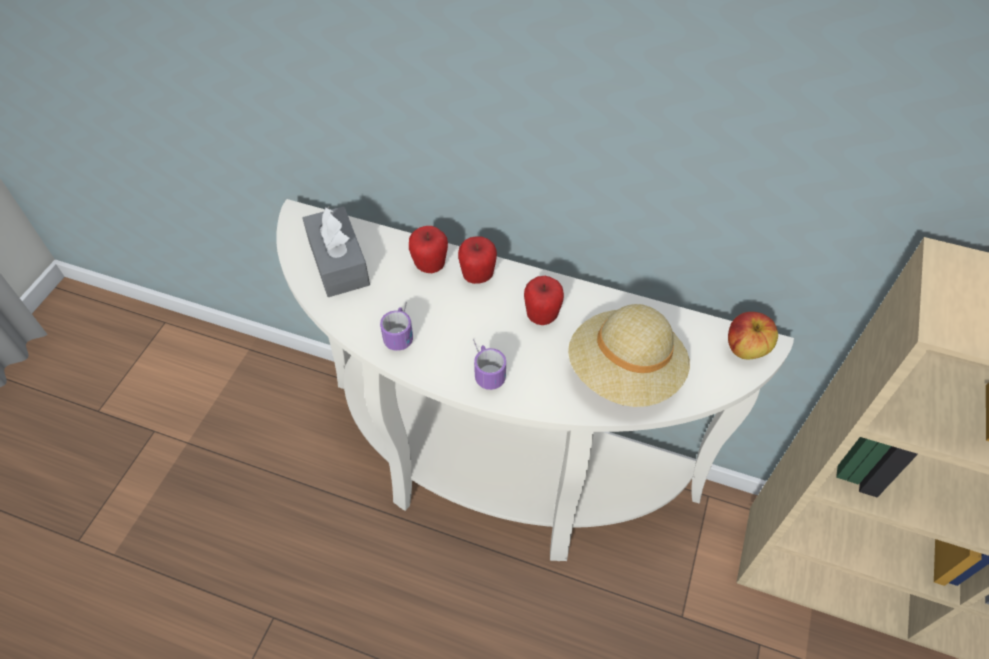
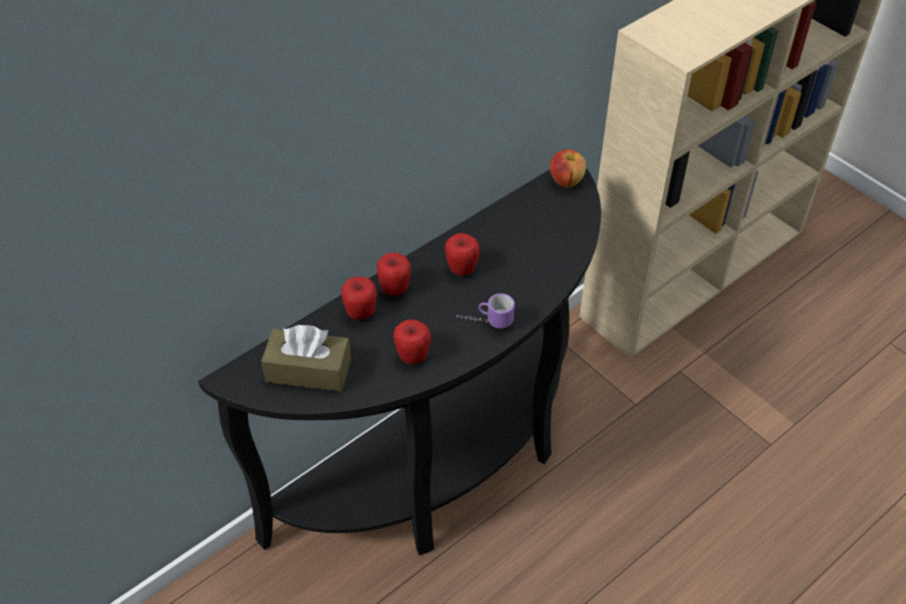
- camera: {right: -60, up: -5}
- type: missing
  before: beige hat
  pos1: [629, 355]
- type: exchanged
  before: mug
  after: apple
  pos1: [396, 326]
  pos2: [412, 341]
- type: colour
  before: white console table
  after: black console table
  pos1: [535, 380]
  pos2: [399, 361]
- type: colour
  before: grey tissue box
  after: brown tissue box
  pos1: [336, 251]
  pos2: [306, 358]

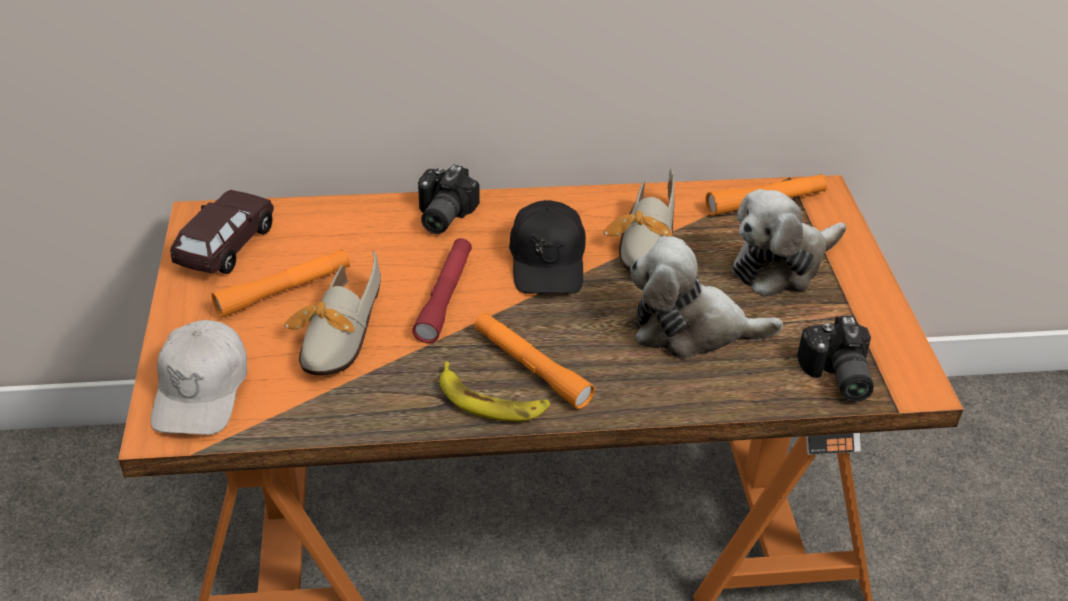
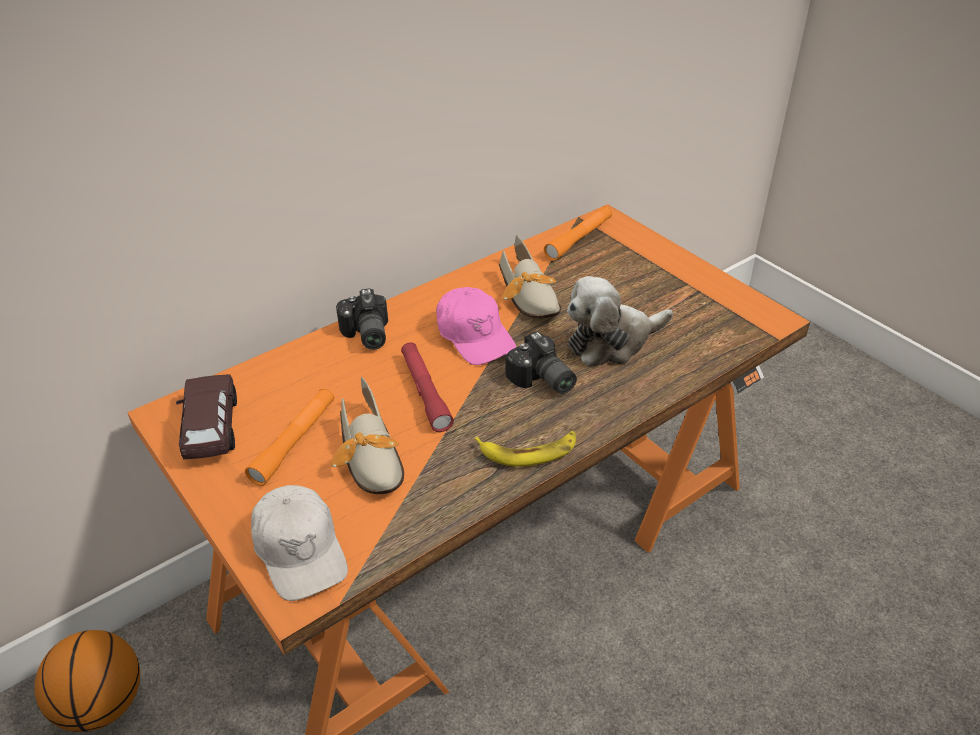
- camera: {right: -30, up: 0}
- type: missing
  before: orange flashlight
  pos1: [534, 361]
- type: missing
  before: plush toy
  pos1: [789, 243]
- type: appeared
  after: basketball
  pos2: [87, 681]
- type: relocated
  before: photo camera
  pos1: [835, 359]
  pos2: [541, 362]
- type: colour
  before: black cap
  after: pink cap
  pos1: [547, 247]
  pos2: [476, 326]

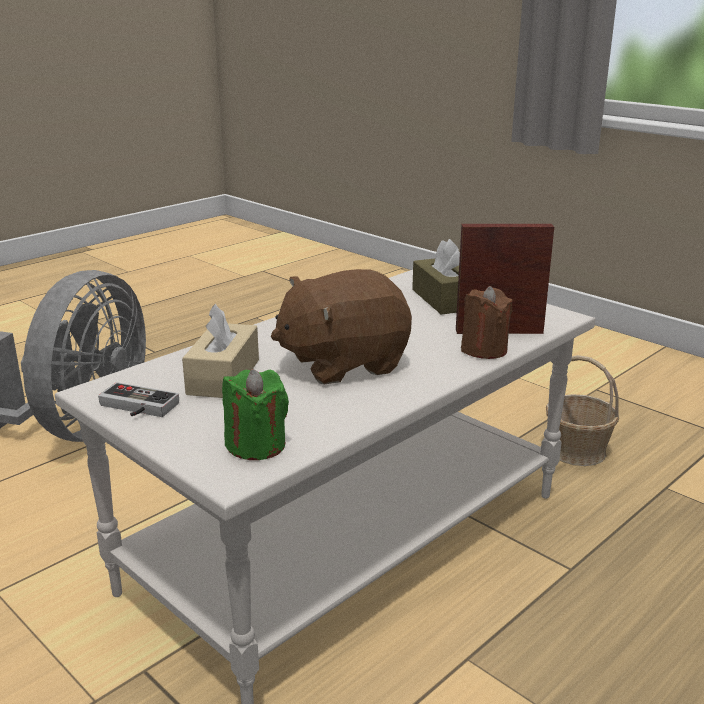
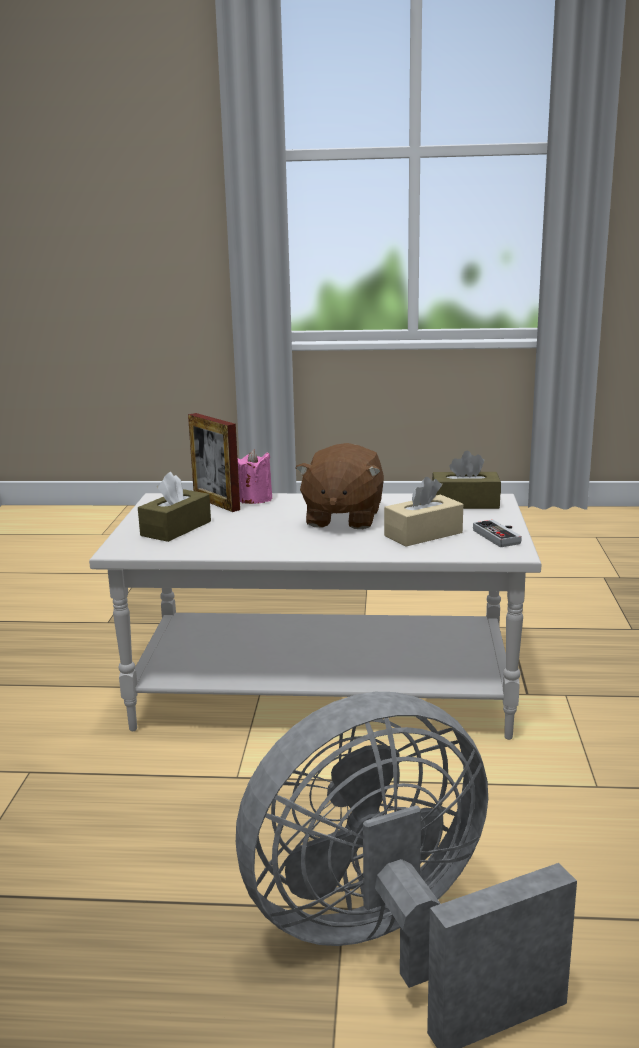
- camera: {right: -130, up: -5}
- type: missing
  before: basket
  pos1: [582, 410]
- type: exchanged
  before: green candle
  after: brown tissue box
  pos1: [255, 414]
  pos2: [466, 480]
- type: colour
  before: brown candle
  after: pink candle
  pos1: [487, 322]
  pos2: [255, 477]
- type: spun
  before: brown plush toy
  pos1: [341, 326]
  pos2: [339, 486]
  turn: 75

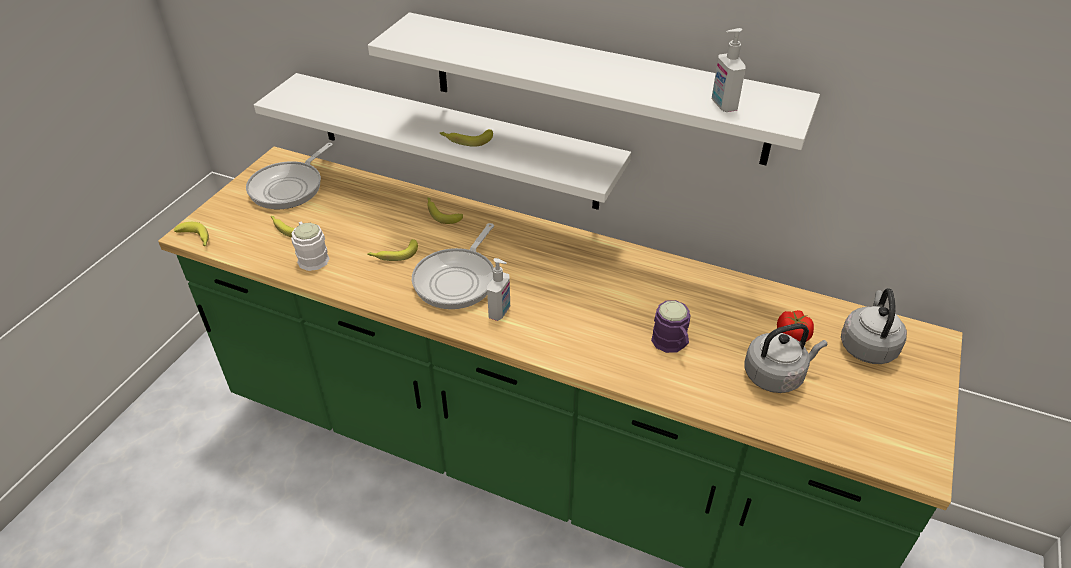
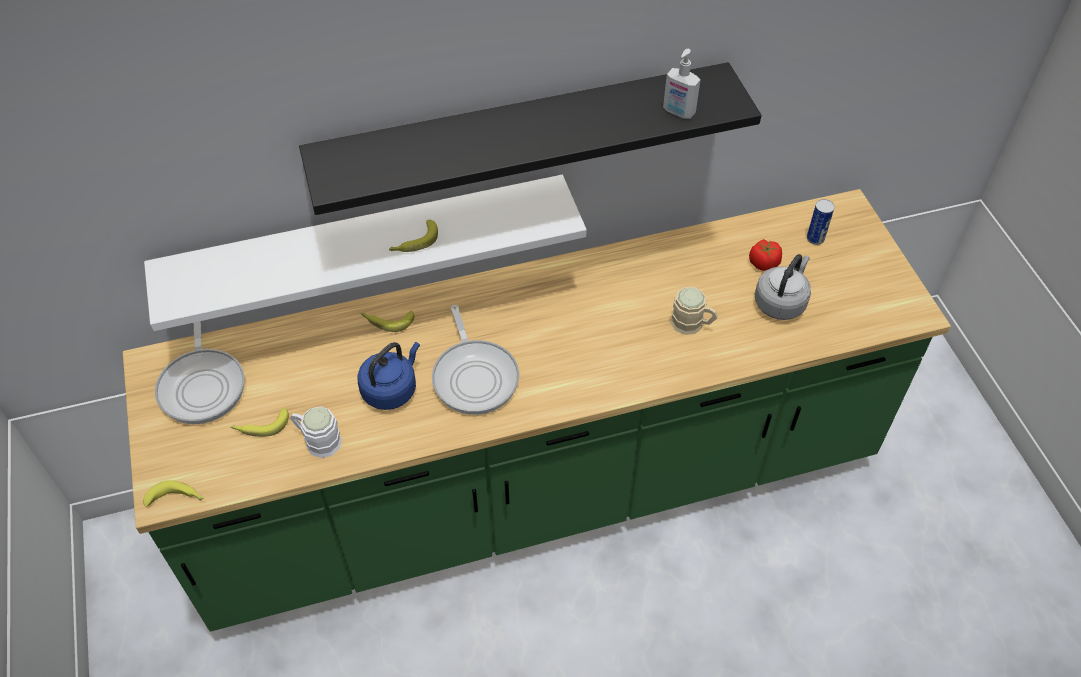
- camera: {right: -40, up: 10}
- type: missing
  before: soap dispenser
  pos1: [498, 289]
- type: exchanged
  before: banana
  after: blue kettle
  pos1: [392, 250]
  pos2: [388, 376]
- type: exchanged
  before: grey kettle
  after: can
  pos1: [874, 326]
  pos2: [821, 222]
- type: colour
  before: white shelf
  after: black shelf
  pos1: [594, 88]
  pos2: [530, 138]
- type: colour
  before: purple mug
  after: beige mug
  pos1: [670, 326]
  pos2: [694, 310]

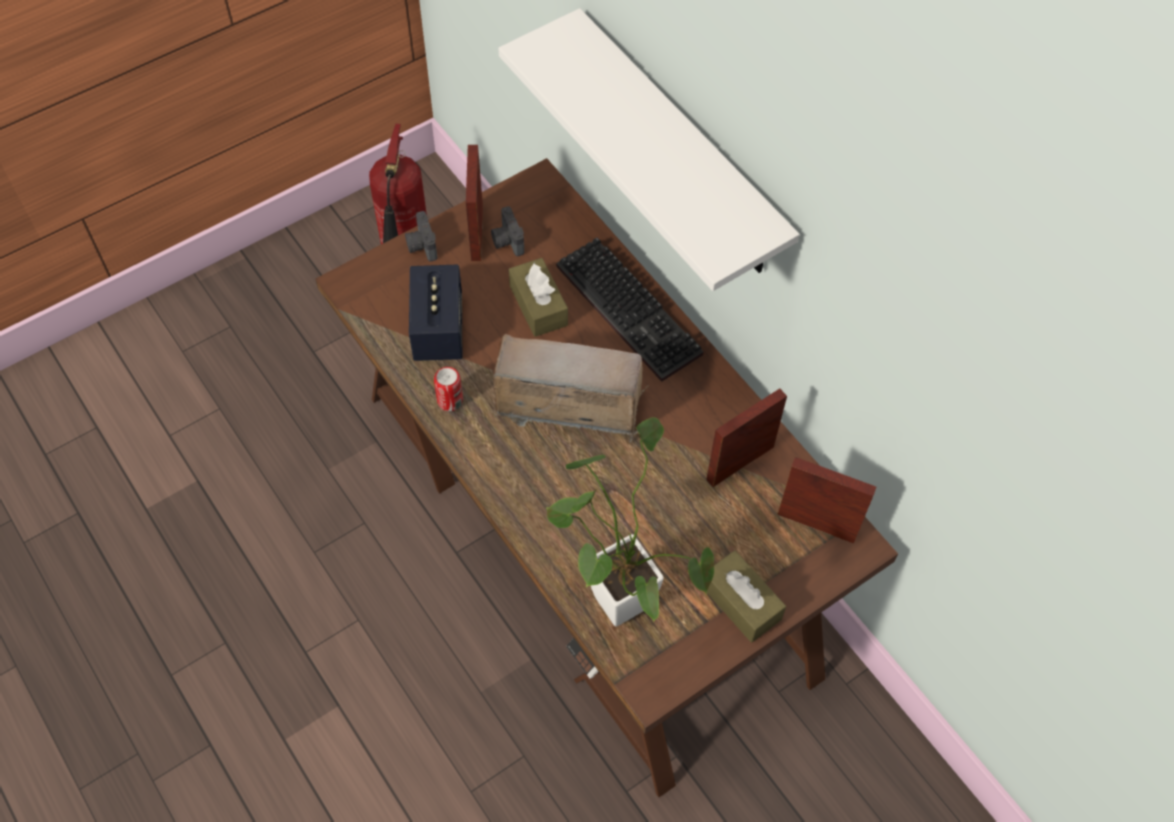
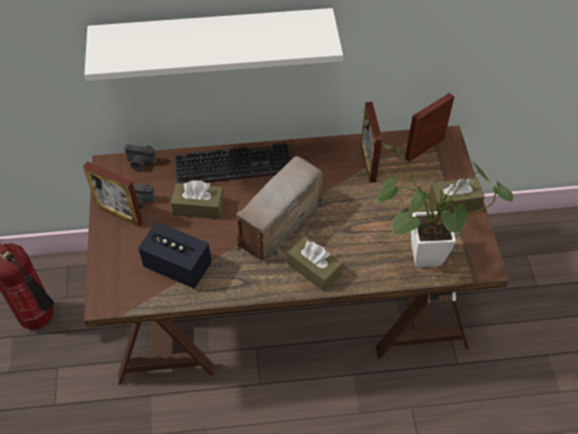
- camera: {right: -60, up: -5}
- type: missing
  before: can
  pos1: [448, 389]
- type: appeared
  after: brown tissue box
  pos2: [314, 264]
- type: relocated
  before: photo camera
  pos1: [421, 236]
  pos2: [140, 157]

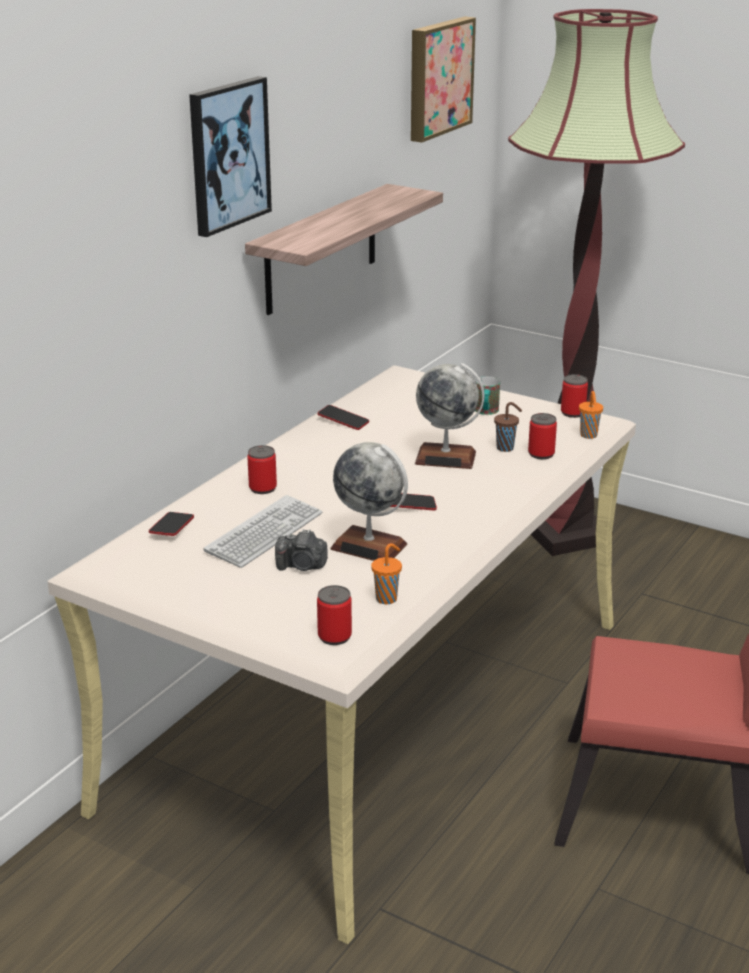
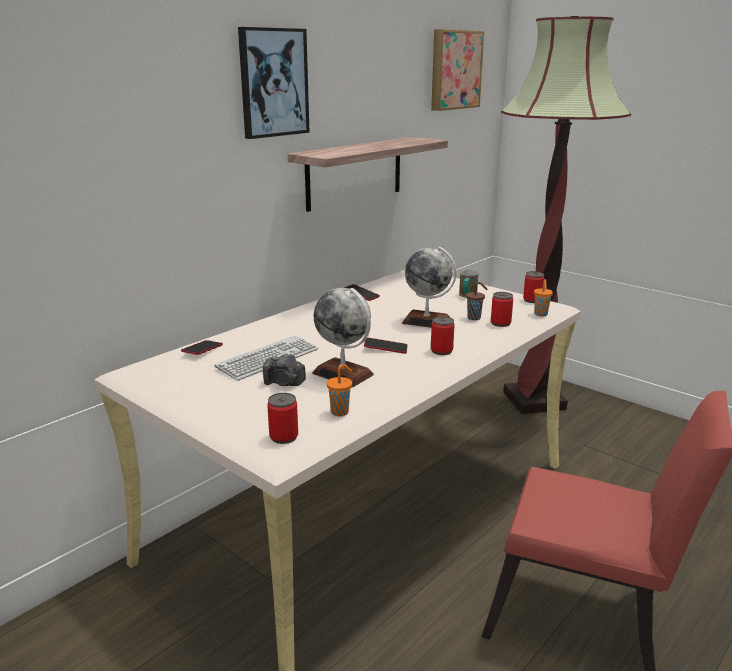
- camera: {right: 10, up: -5}
- type: relocated
  before: can
  pos1: [262, 469]
  pos2: [442, 335]

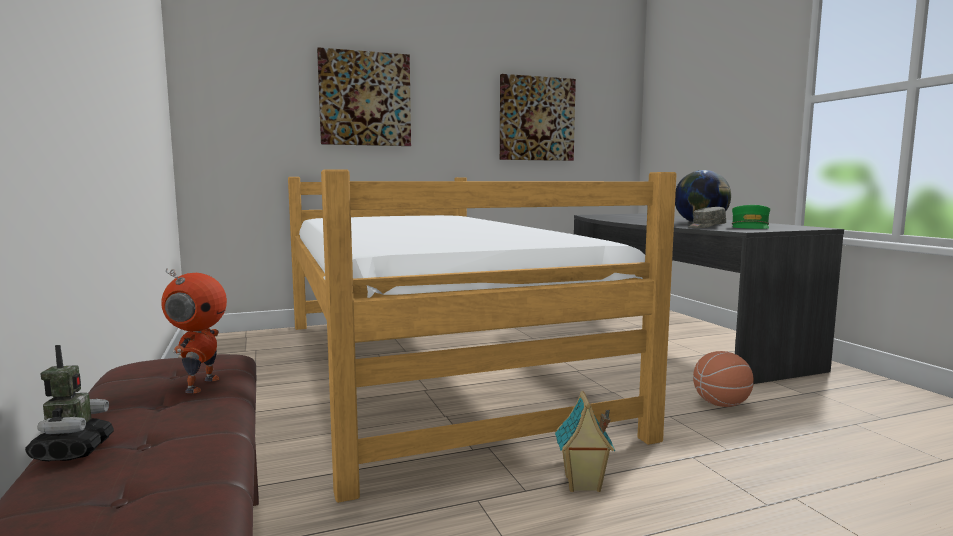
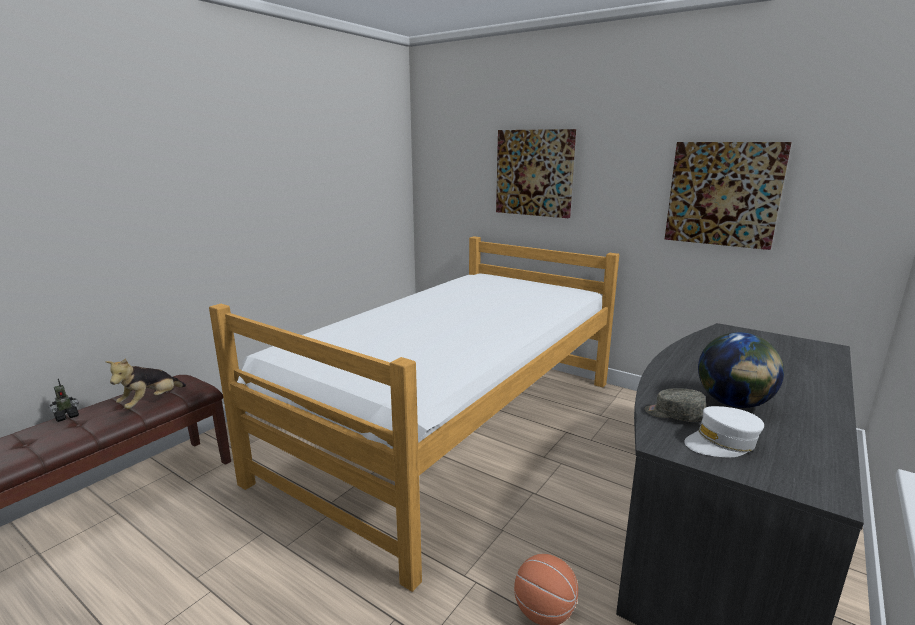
- camera: {right: 55, up: 10}
- type: missing
  before: toy house
  pos1: [585, 441]
- type: exchanged
  before: toy robot
  after: plush toy
  pos1: [194, 330]
  pos2: [145, 383]
- type: colour
  before: green cap
  after: white cap
  pos1: [751, 217]
  pos2: [724, 431]

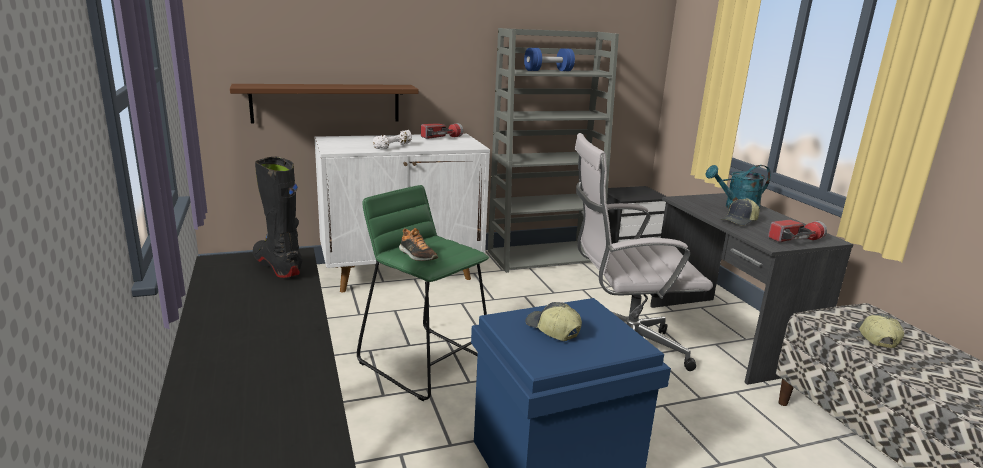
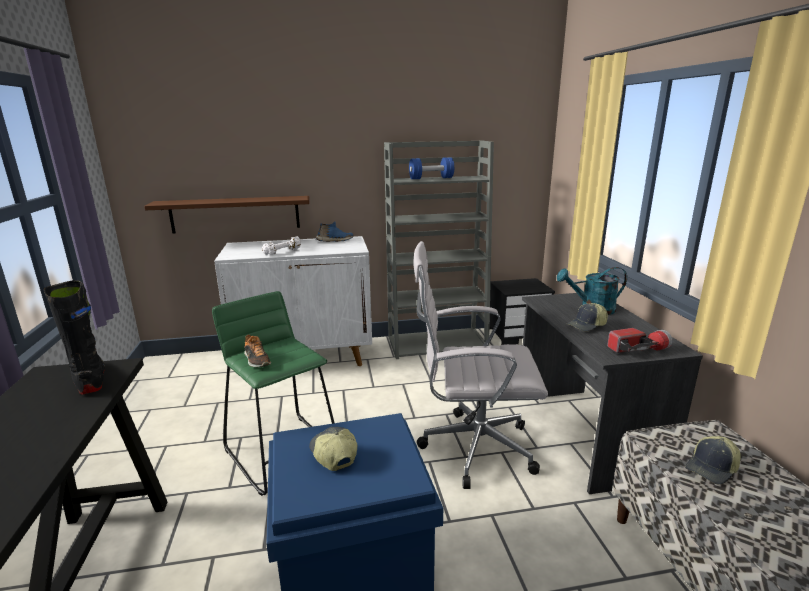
- camera: {right: 10, up: 0}
- type: exchanged
  before: flashlight
  after: blue shoe
  pos1: [442, 131]
  pos2: [334, 231]
- type: spun
  before: cap
  pos1: [880, 331]
  pos2: [713, 460]
  turn: -150

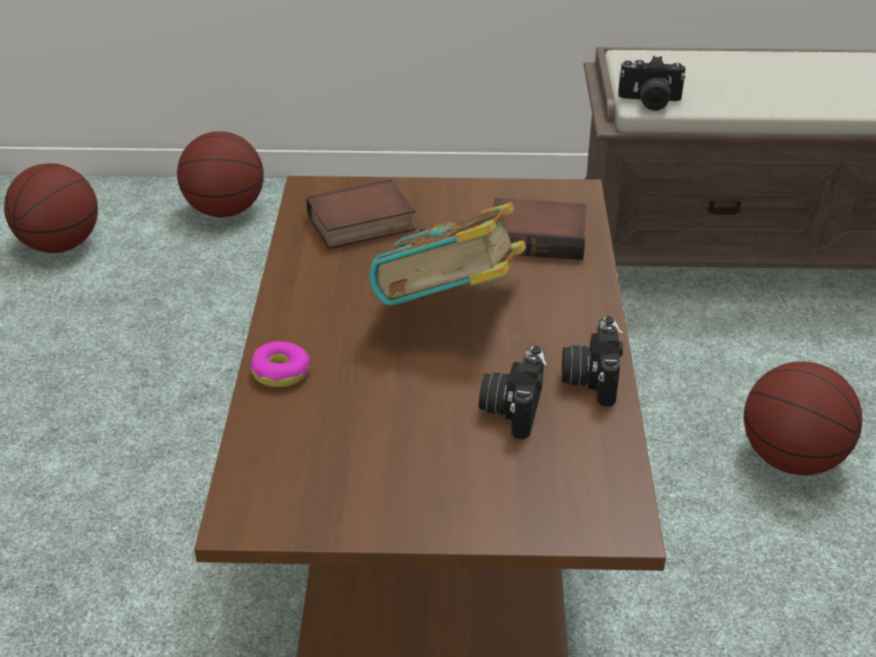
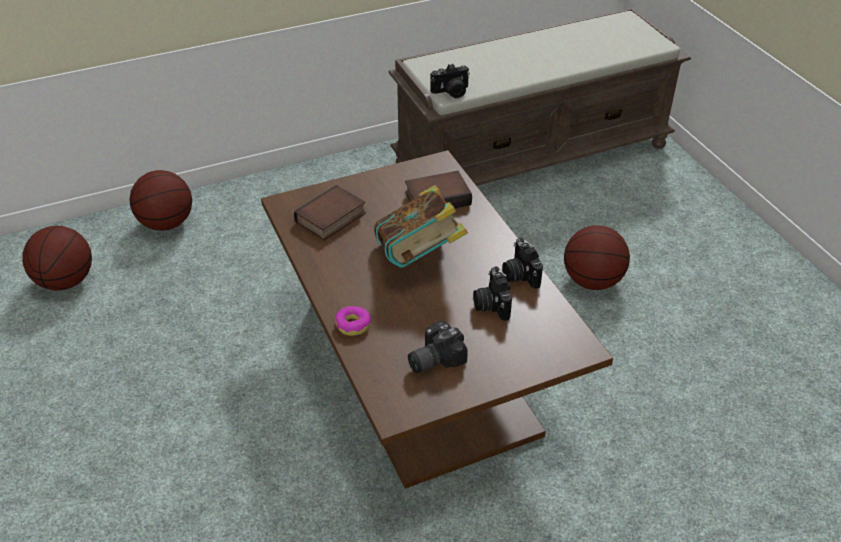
- camera: {right: -25, up: 5}
- type: appeared
  after: photo camera
  pos2: [438, 347]

